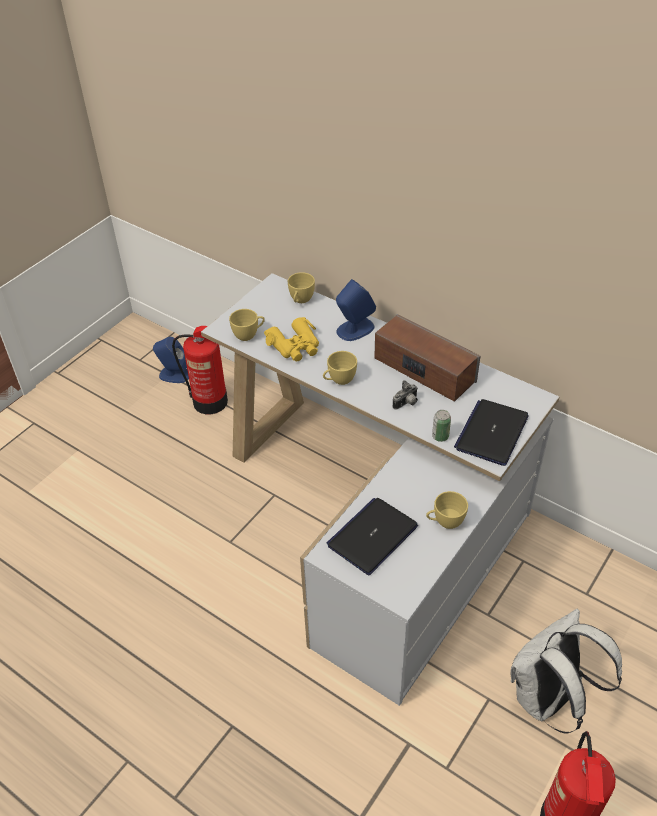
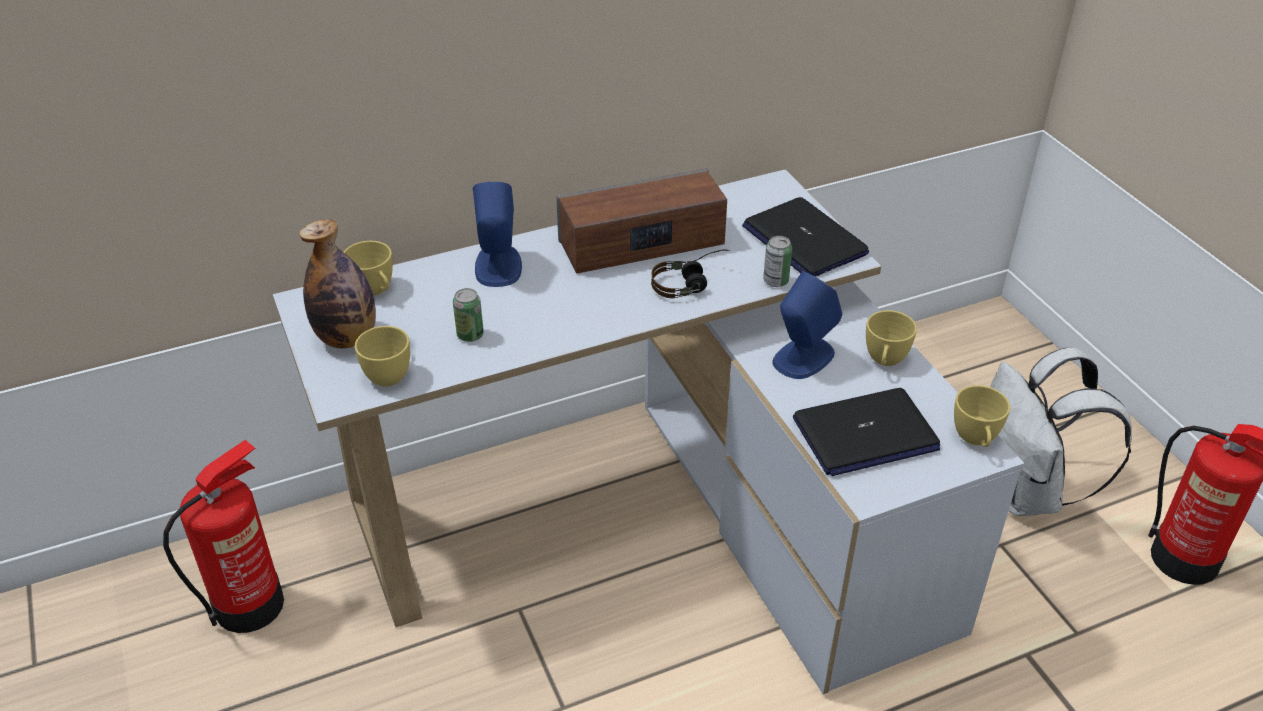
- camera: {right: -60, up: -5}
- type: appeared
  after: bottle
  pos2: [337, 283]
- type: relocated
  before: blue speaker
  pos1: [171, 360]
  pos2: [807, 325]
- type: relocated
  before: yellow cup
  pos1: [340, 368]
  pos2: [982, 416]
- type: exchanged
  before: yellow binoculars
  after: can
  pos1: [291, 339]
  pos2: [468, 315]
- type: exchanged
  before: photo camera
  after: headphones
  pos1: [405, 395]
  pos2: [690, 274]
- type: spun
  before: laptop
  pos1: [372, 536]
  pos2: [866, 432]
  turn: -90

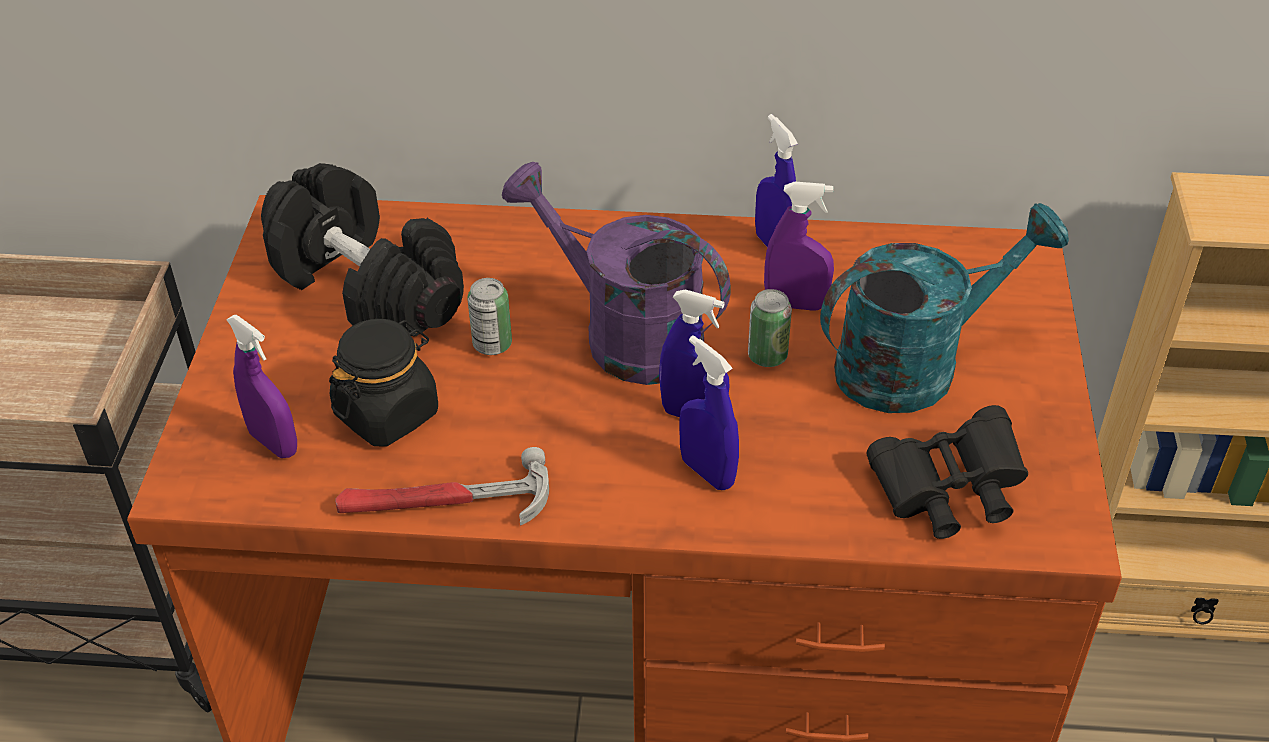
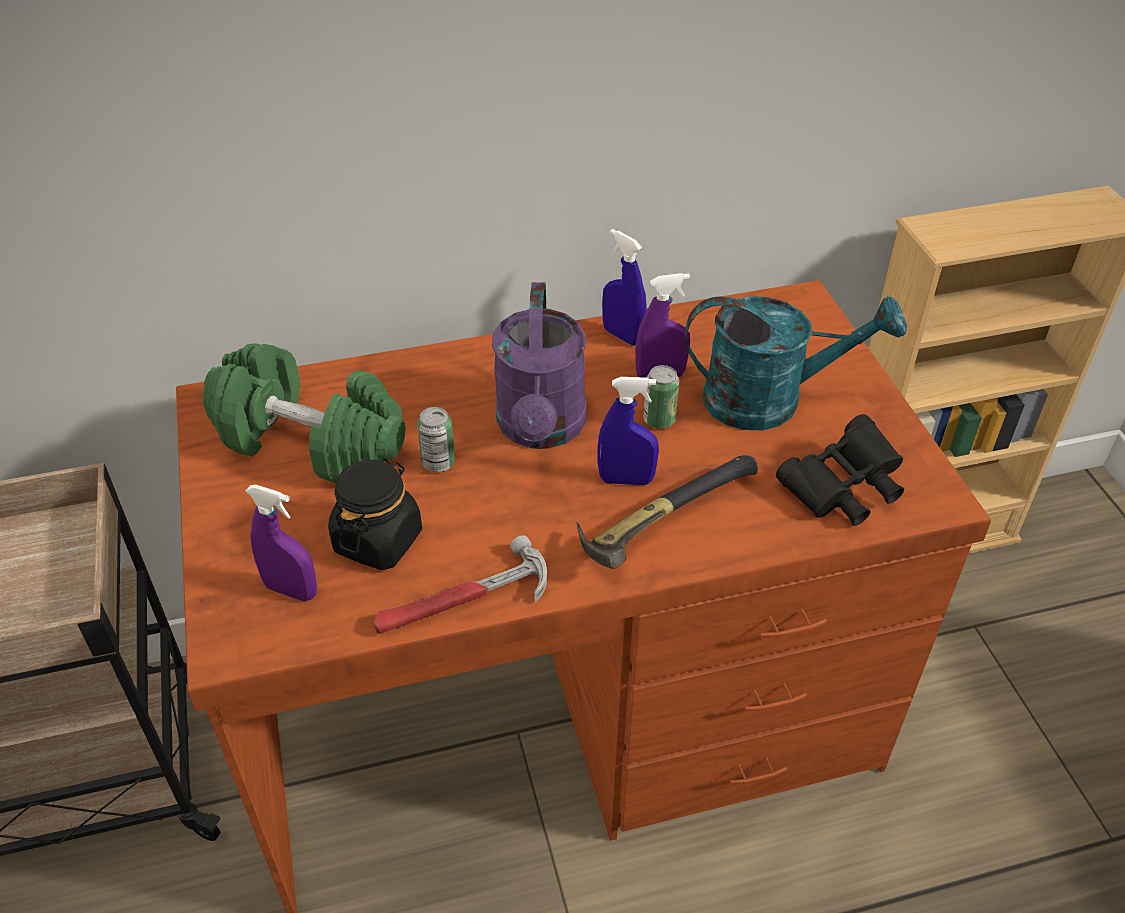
- camera: {right: -20, up: 0}
- type: exchanged
  before: blue spray bottle
  after: hammer
  pos1: [709, 413]
  pos2: [667, 512]
- type: colour
  before: black dumbbell
  after: green dumbbell
  pos1: [362, 250]
  pos2: [304, 413]
- type: spun
  before: purple watering can
  pos1: [616, 273]
  pos2: [539, 365]
  turn: -105
- type: spun
  before: turquoise watering can
  pos1: [944, 308]
  pos2: [796, 363]
  turn: 45

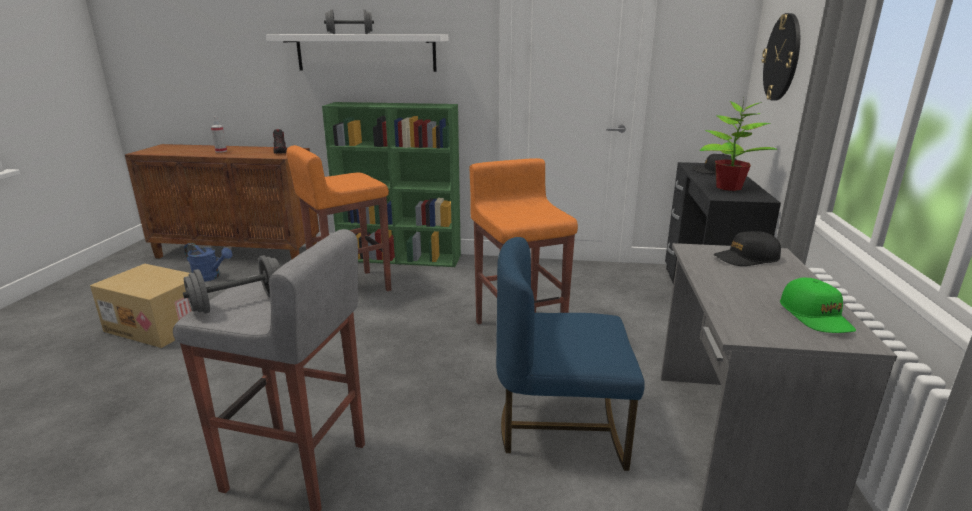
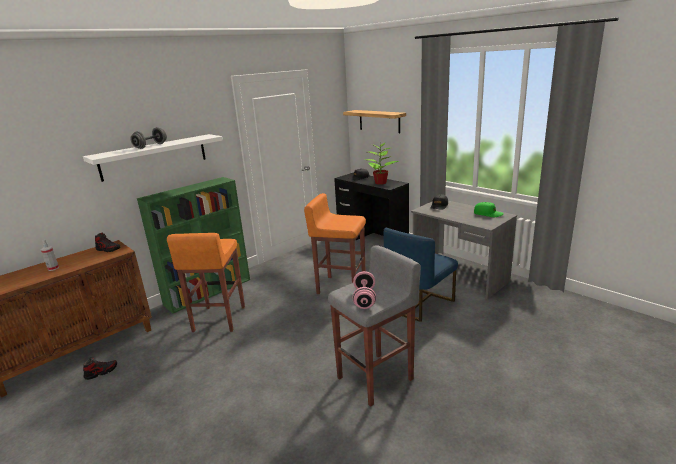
- camera: {right: -50, up: 0}
- type: missing
  before: cardboard box
  pos1: [141, 306]
- type: exchanged
  before: blue watering can
  after: shoe
  pos1: [208, 262]
  pos2: [100, 369]
- type: exchanged
  before: wall clock
  after: shelf
  pos1: [781, 57]
  pos2: [374, 121]
- type: colour
  before: grey dumbbell
  after: pink dumbbell
  pos1: [231, 284]
  pos2: [364, 290]

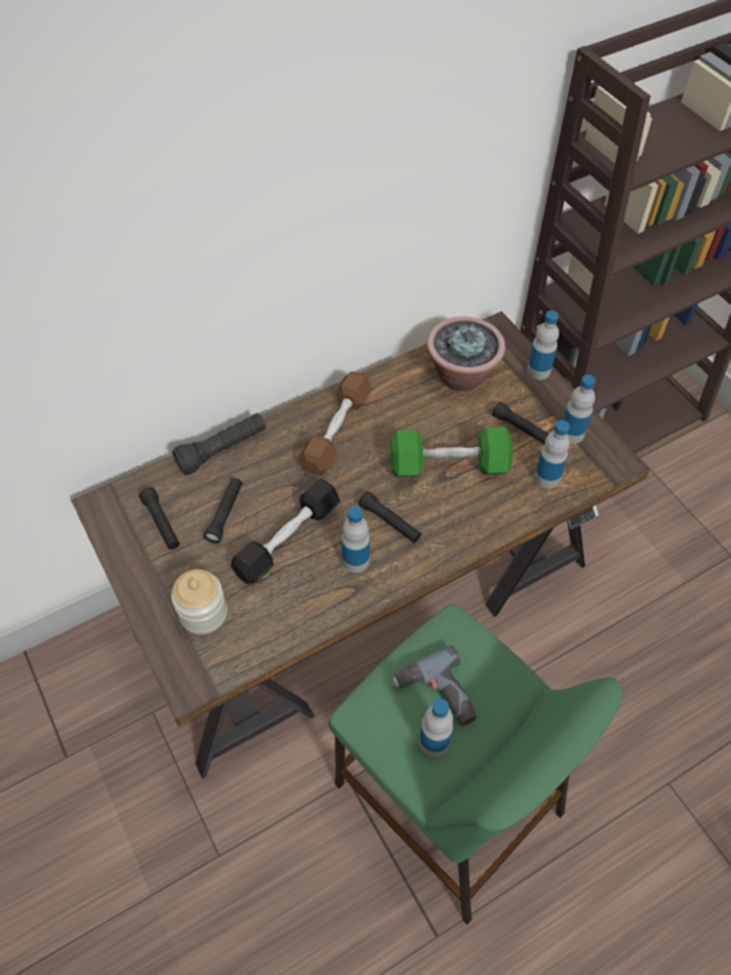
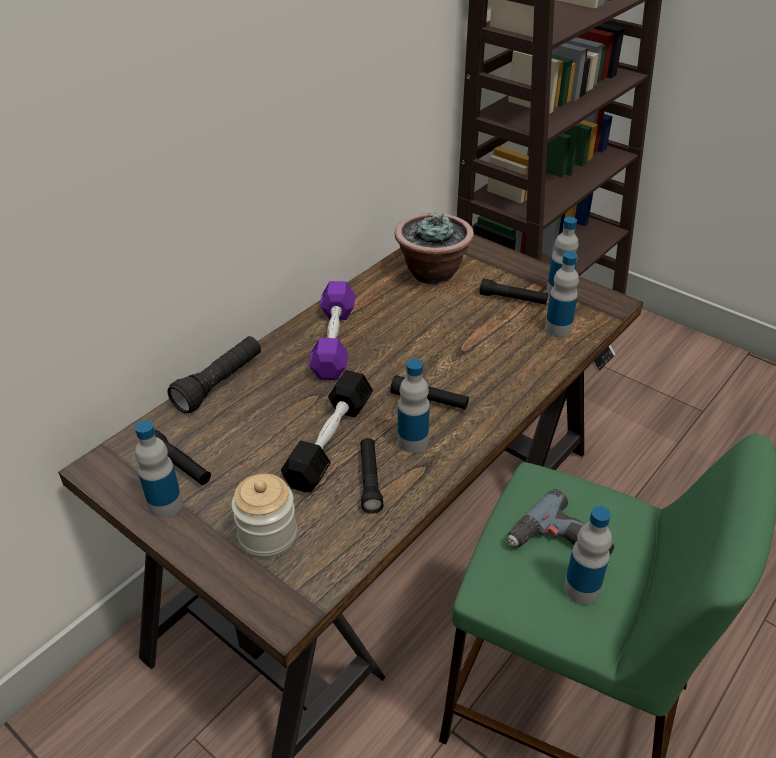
- camera: {right: -20, up: -15}
- type: missing
  before: green dumbbell
  pos1: [452, 452]
- type: relocated
  before: black flashlight
  pos1: [222, 510]
  pos2: [371, 476]
- type: relocated
  before: bottle
  pos1: [543, 345]
  pos2: [158, 469]
- type: colour
  before: brown dumbbell
  after: purple dumbbell
  pos1: [335, 424]
  pos2: [332, 330]

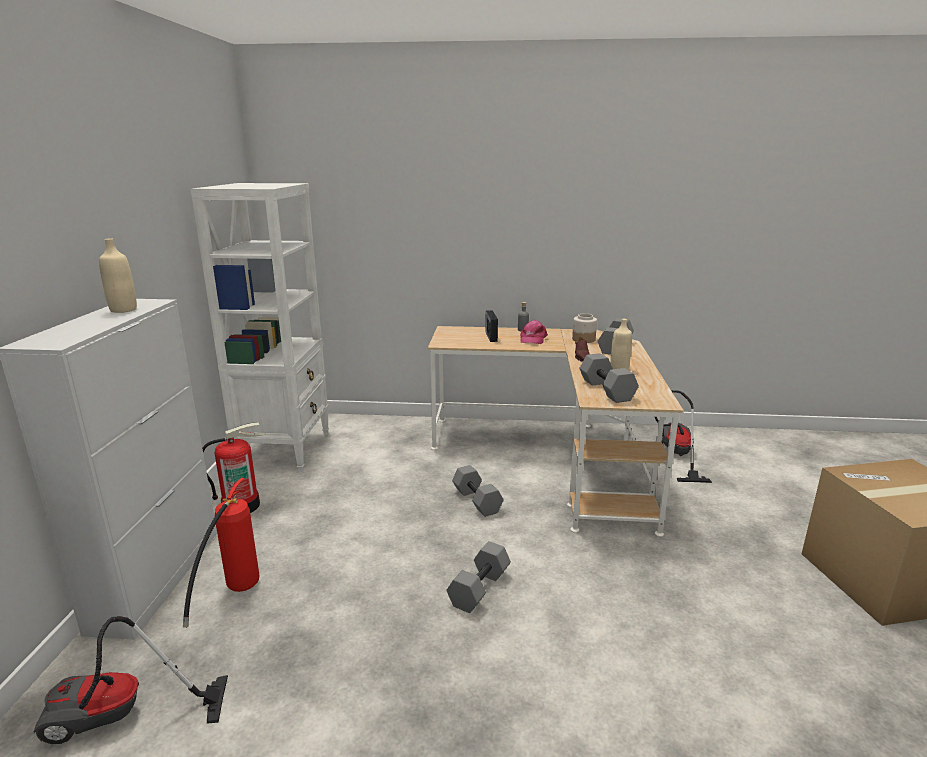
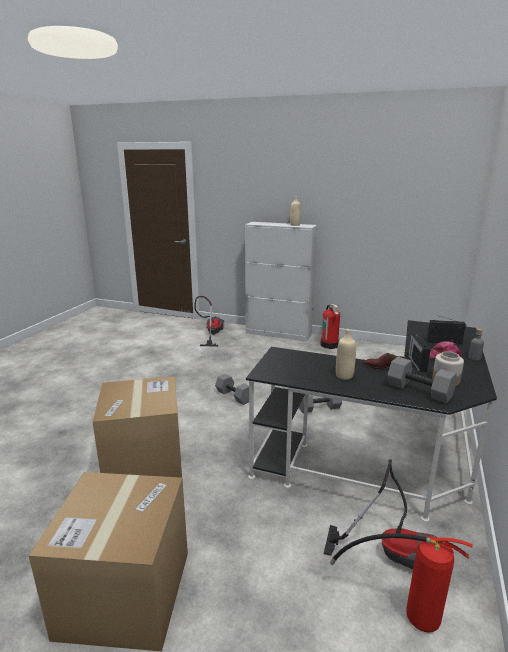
- camera: {right: 105, up: 0}
- type: missing
  before: white bookcase
  pos1: [259, 327]
- type: missing
  before: grey dumbbell
  pos1: [609, 378]
- type: appeared
  after: cardboard box
  pos2: [137, 427]
- type: appeared
  after: radio
  pos2: [419, 353]
- type: relocated
  before: fire extinguisher
  pos1: [221, 553]
  pos2: [401, 582]
- type: colour
  before: beige desk
  after: black desk
  pos1: [556, 431]
  pos2: [371, 421]

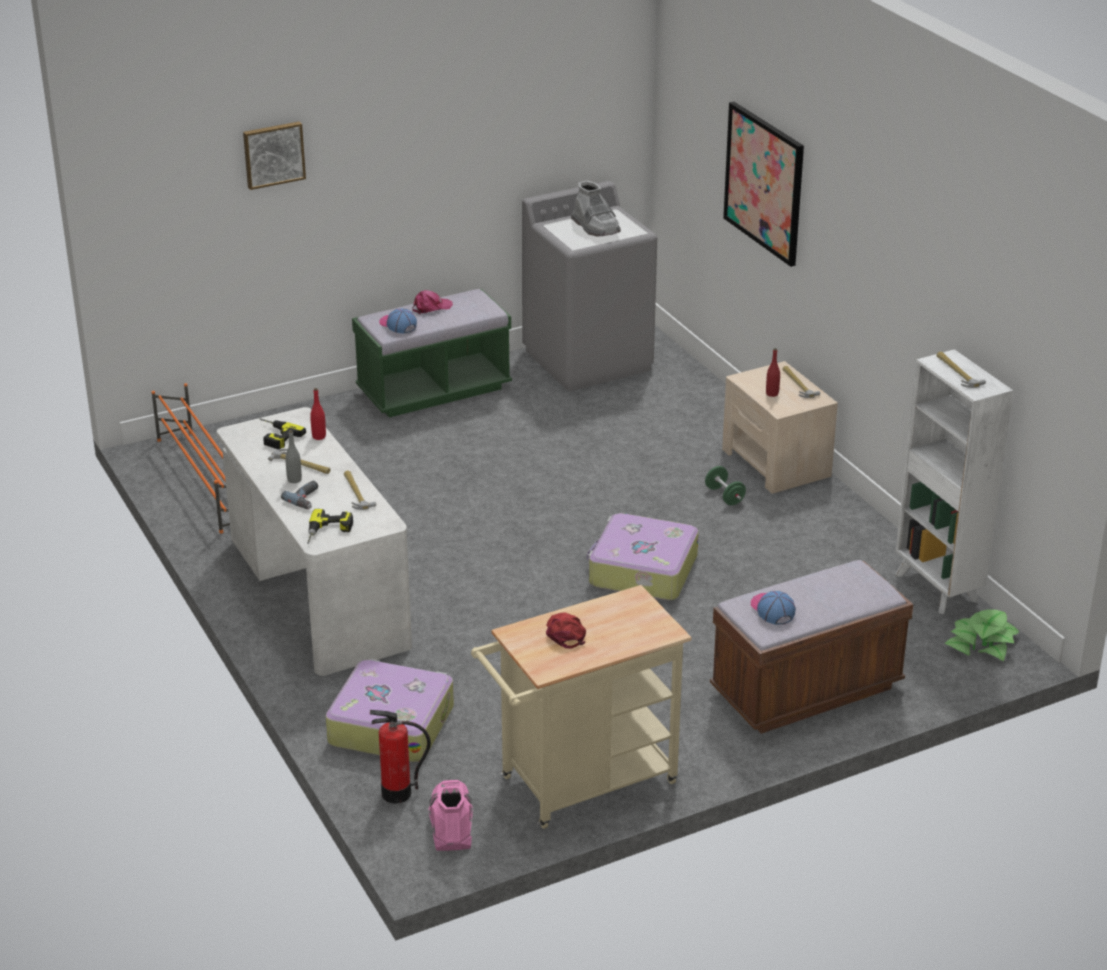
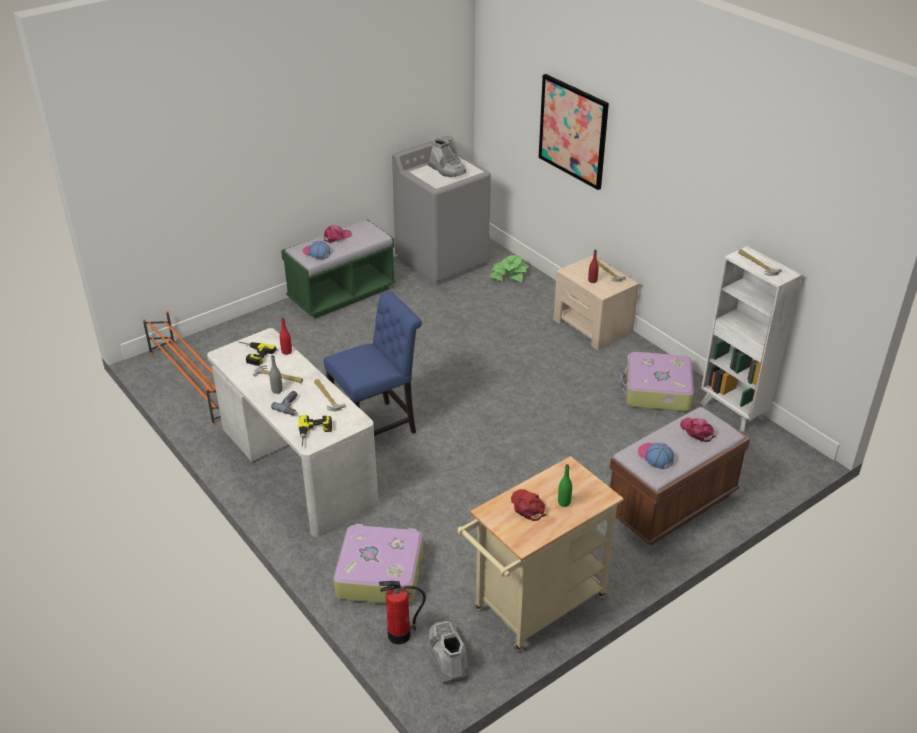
- camera: {right: -10, up: 5}
- type: missing
  before: picture
  pos1: [274, 155]
- type: missing
  before: green dumbbell
  pos1: [725, 485]
- type: appeared
  after: blue chair
  pos2: [373, 363]
- type: appeared
  after: green bottle
  pos2: [565, 485]
- type: appeared
  after: pink cap
  pos2: [697, 430]
- type: relocated
  before: suitcase
  pos1: [643, 557]
  pos2: [656, 381]
- type: relocated
  before: potted plant
  pos1: [981, 635]
  pos2: [509, 269]
- type: colour
  before: pink boot
  after: grey boot
  pos1: [450, 815]
  pos2: [448, 652]

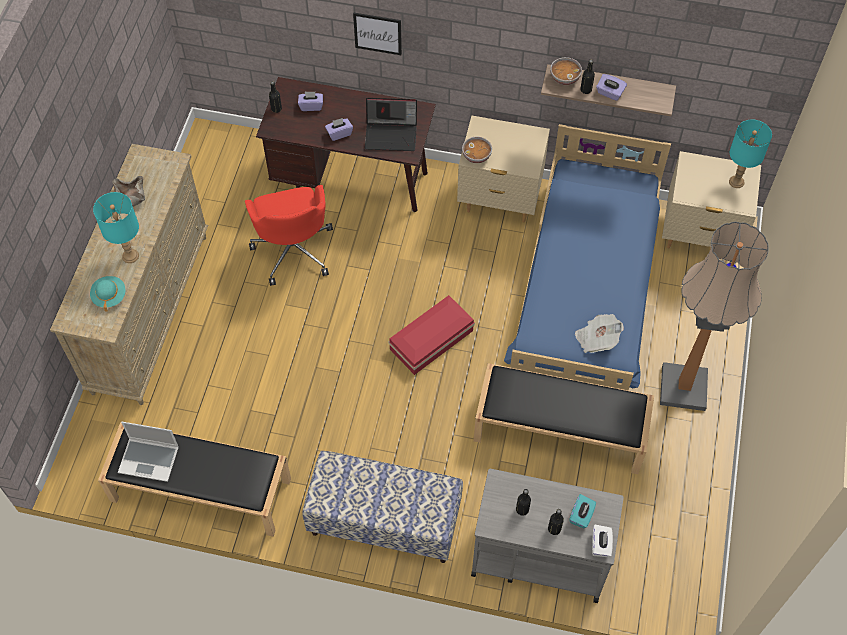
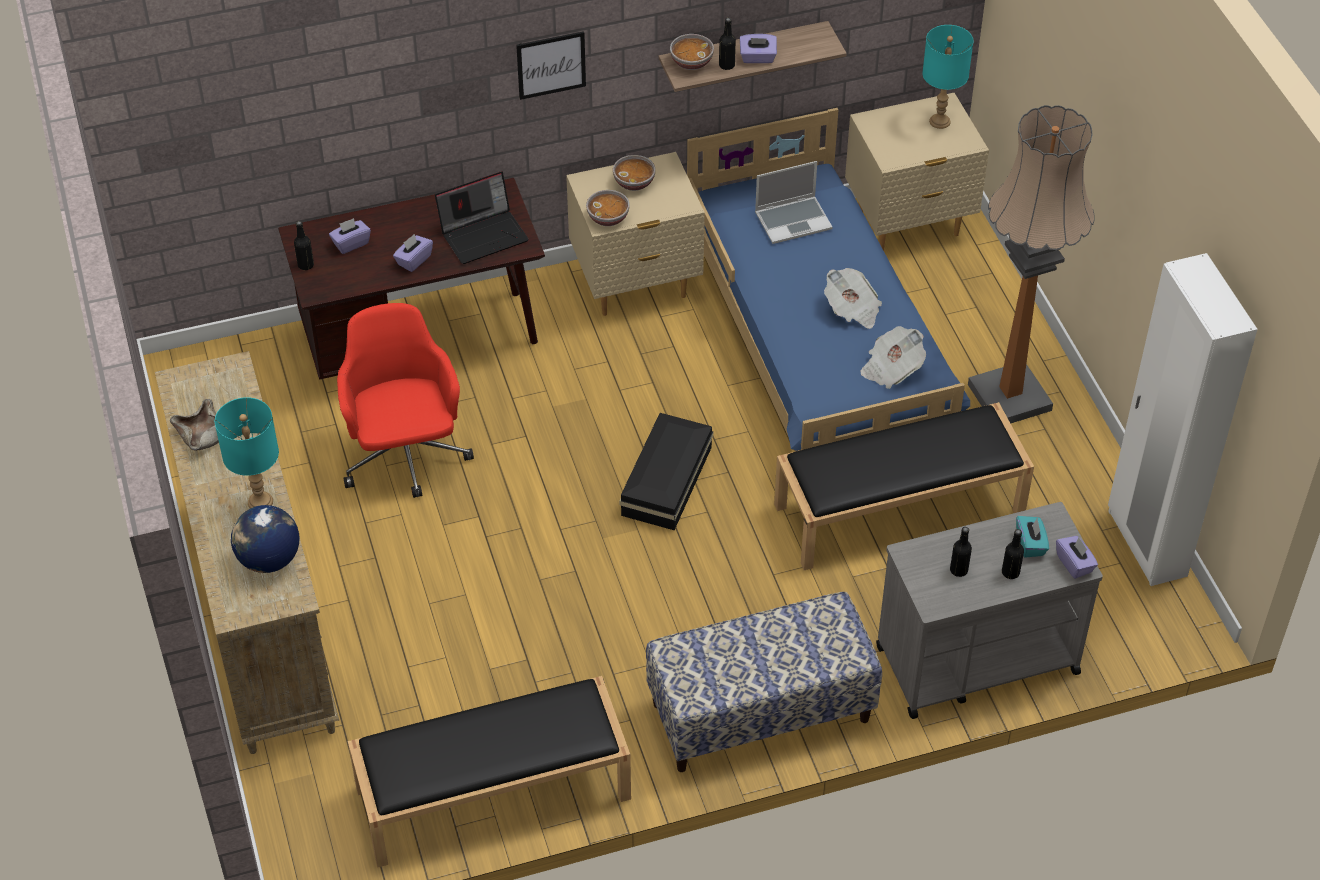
- camera: {right: -30, up: -10}
- type: appeared
  after: bowl
  pos2: [634, 173]
- type: appeared
  after: newspaper
  pos2: [853, 298]
- type: appeared
  after: white wardrobe
  pos2: [1183, 419]
- type: relocated
  before: laptop
  pos1: [148, 452]
  pos2: [794, 202]
- type: relocated
  before: picture
  pos1: [377, 34]
  pos2: [551, 65]
- type: exchanged
  before: turquoise hat
  after: globe
  pos1: [107, 294]
  pos2: [265, 539]
- type: colour
  before: red storage box
  after: black storage box
  pos1: [431, 335]
  pos2: [666, 471]
- type: colour
  before: white tissue box
  after: purple tissue box
  pos1: [602, 541]
  pos2: [1077, 557]
- type: spun
  before: red office chair
  pos1: [289, 235]
  pos2: [405, 400]
  turn: -150

